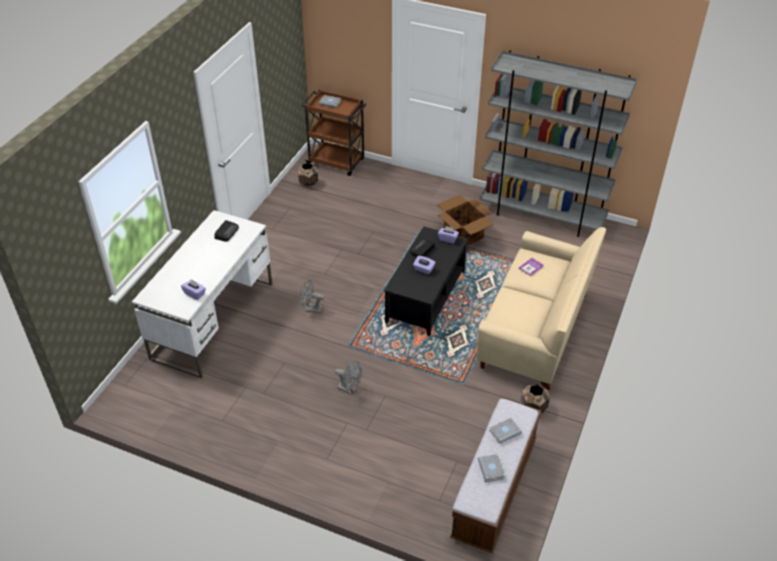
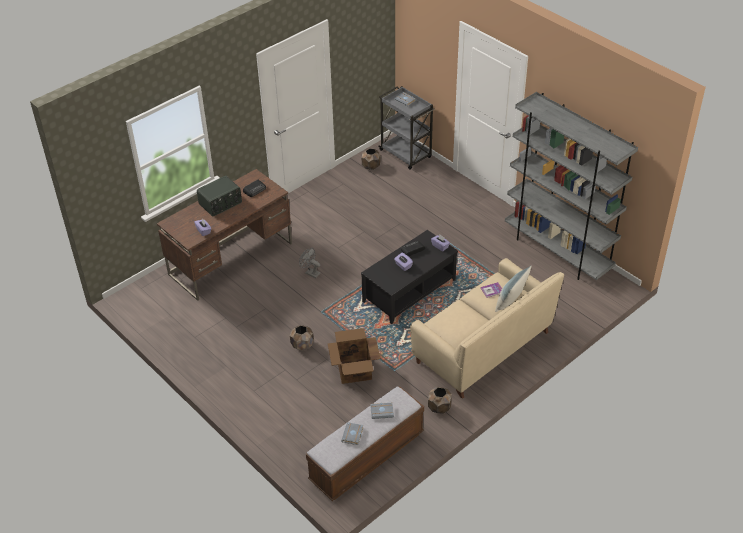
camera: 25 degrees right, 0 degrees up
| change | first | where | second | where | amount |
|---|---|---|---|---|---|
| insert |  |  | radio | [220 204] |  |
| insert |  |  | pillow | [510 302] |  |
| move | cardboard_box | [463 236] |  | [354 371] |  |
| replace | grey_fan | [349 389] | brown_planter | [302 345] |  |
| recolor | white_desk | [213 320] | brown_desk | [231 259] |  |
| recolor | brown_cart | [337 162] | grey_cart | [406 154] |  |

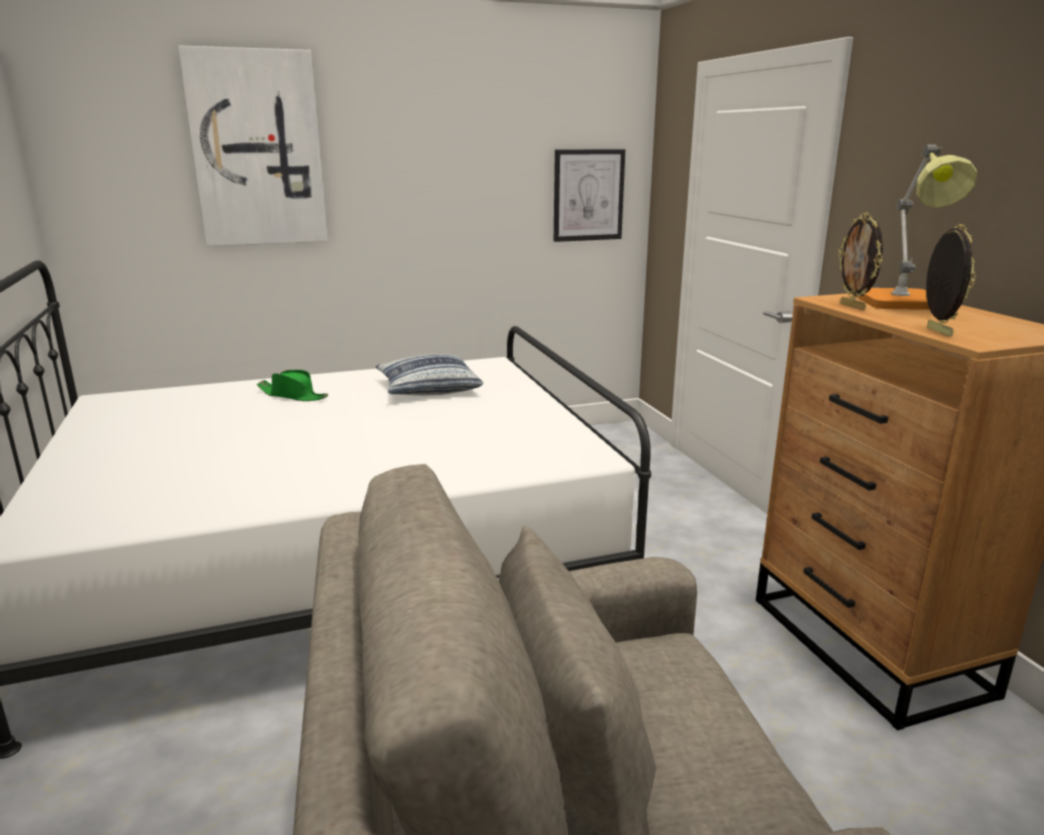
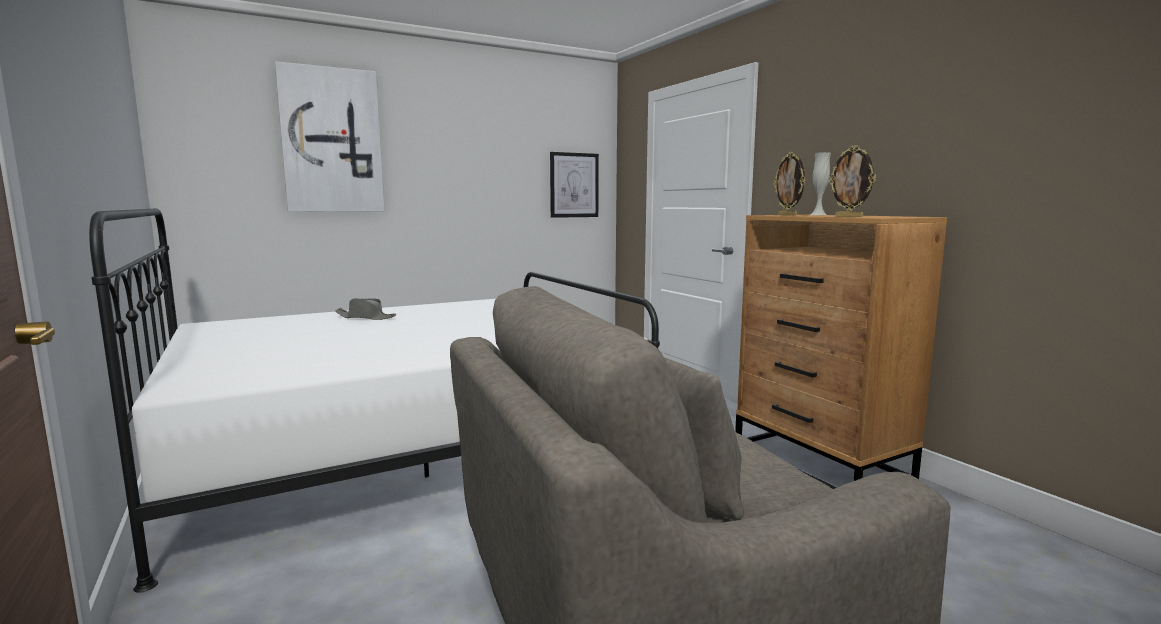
camera: 10 degrees left, 10 degrees down
| change | first | where | second | where | amount |
|---|---|---|---|---|---|
| delete | pillow | [428 388] |  |  |  |
| replace | table_lamp | [904 304] | white_vase | [818 215] |  |
| recolor | green_hat | [293 395] | grey_hat | [366 317] |  |
| rotate | picture_frame | [937 332] |  | [849 216] | 150 degrees clockwise |

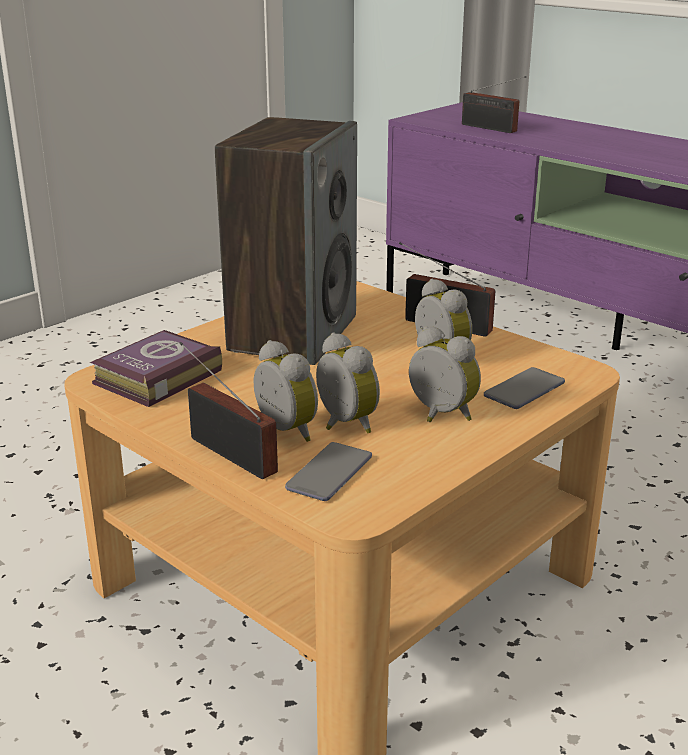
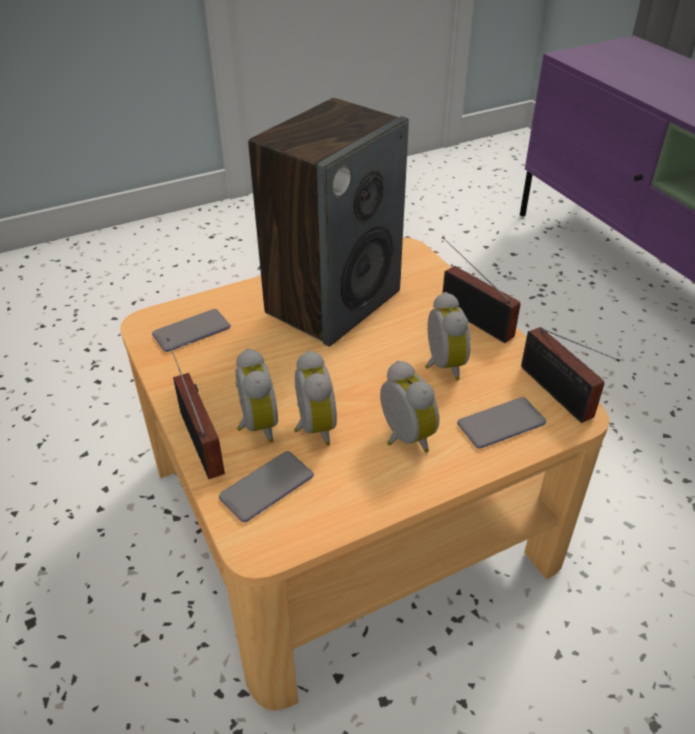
camera: 20 degrees right, 15 degrees up
| change | first | where | second | where | amount |
|---|---|---|---|---|---|
| move | radio | [491 128] |  | [558 395] |  |
| replace | book | [154 377] | phone | [191 331] |  |

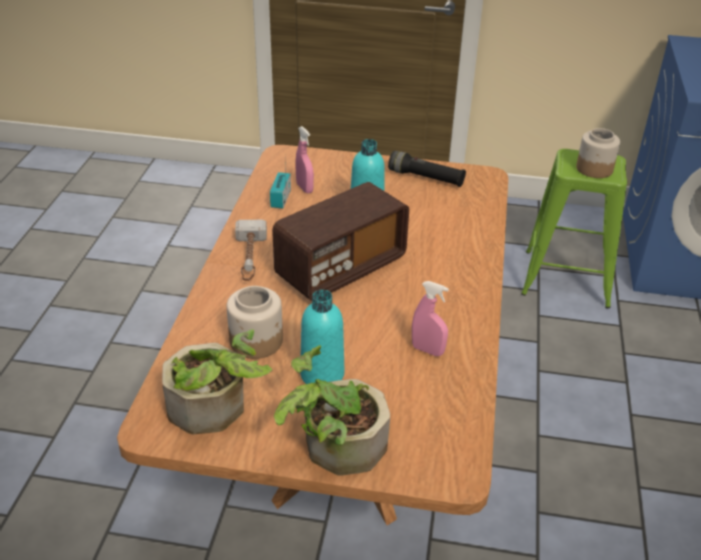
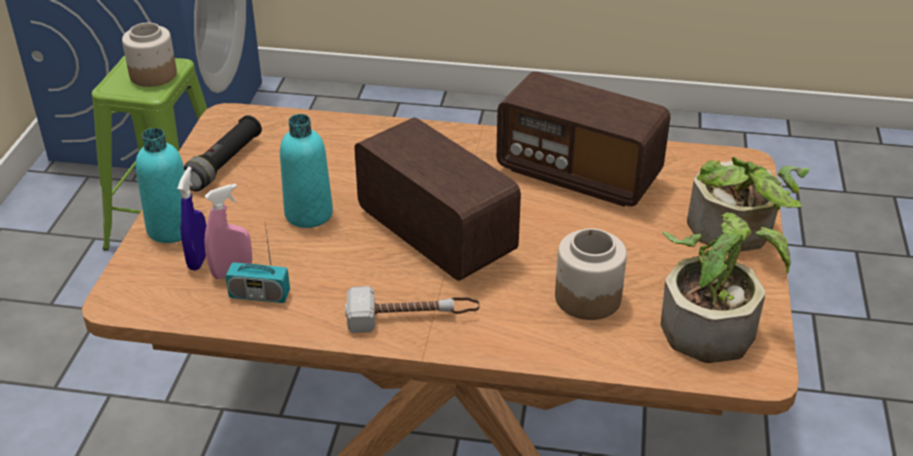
camera: 90 degrees left, 0 degrees up
| change | first | where | second | where | amount |
|---|---|---|---|---|---|
| insert |  |  | blue_spray_bottle | [199 259] |  |
| move | turquoise_bottle | [322 374] |  | [171 229] |  |
| replace | pink_spray_bottle | [427 350] | radio | [578 173] |  |

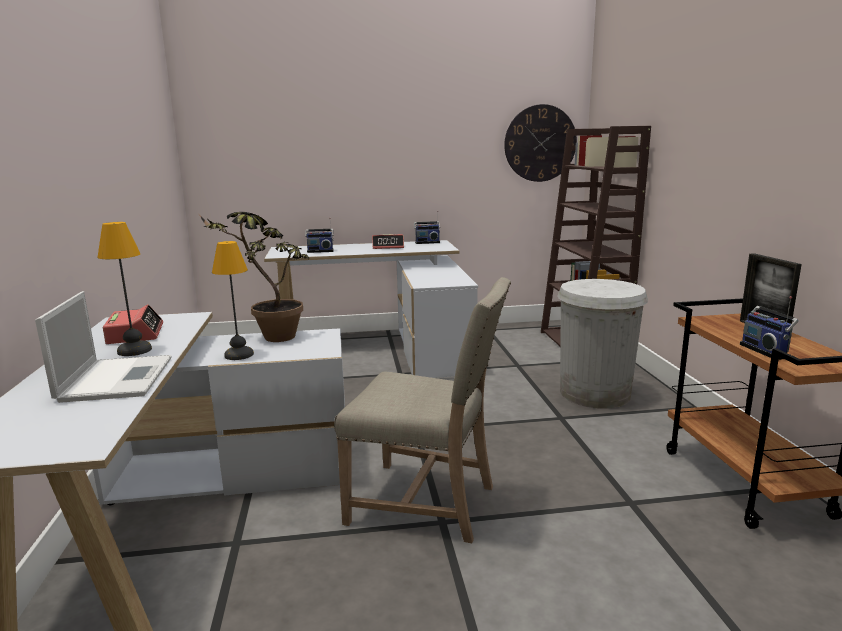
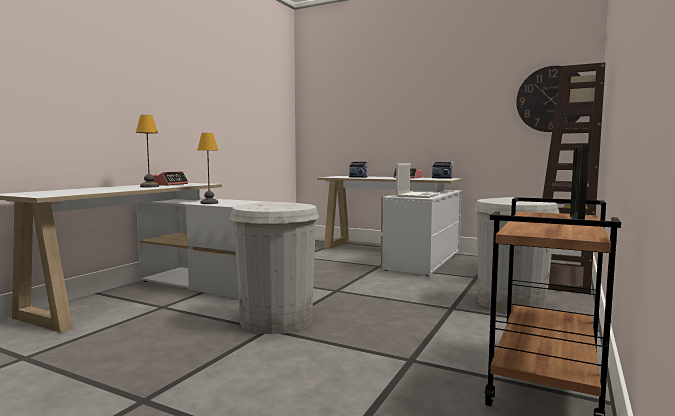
camera: 35 degrees right, 10 degrees down
| change | first | where | second | where | amount |
|---|---|---|---|---|---|
| delete | potted_plant | [268 337] |  |  |  |
| delete | radio | [765 351] |  |  |  |
| move | laptop | [117 378] |  | [417 195] |  |
| replace | beige_chair | [427 503] | white_trash_can | [276 320] |  |

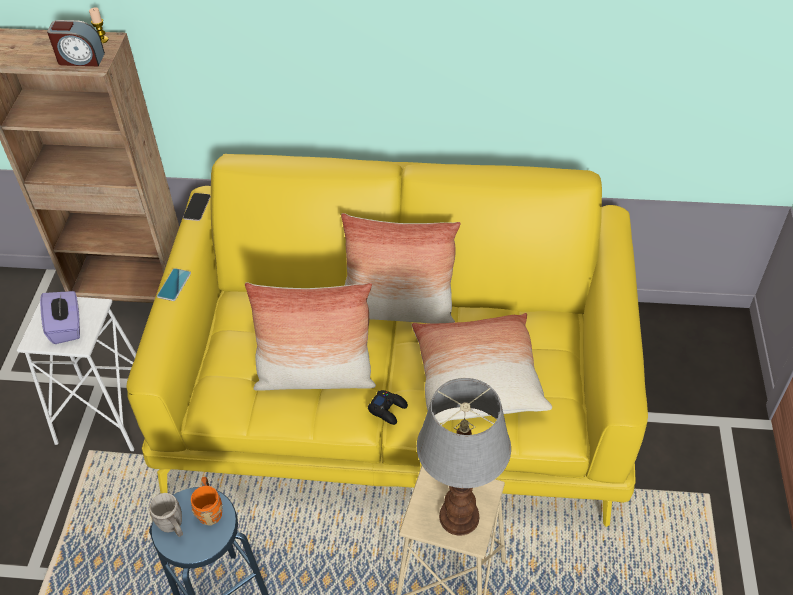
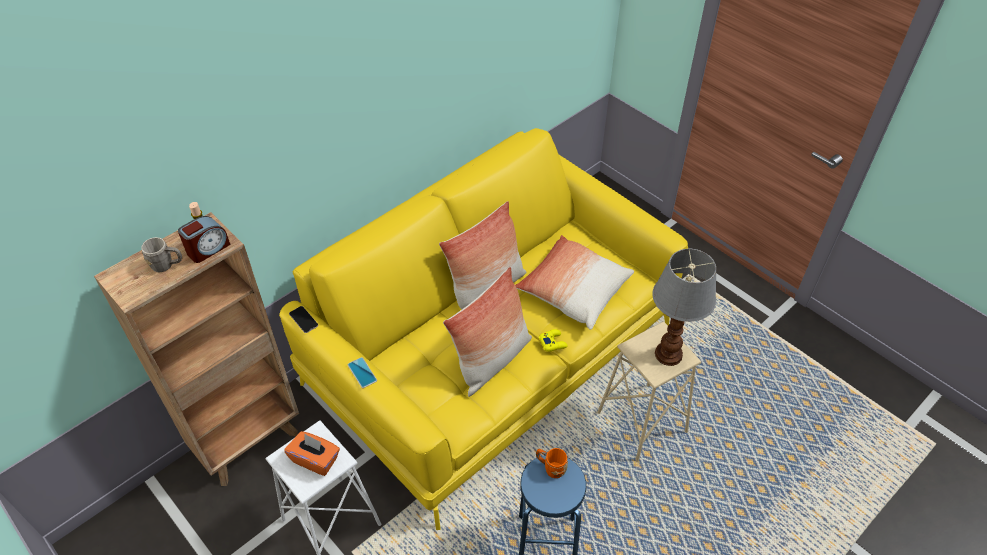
camera: 50 degrees left, 0 degrees up
| change | first | where | second | where | amount |
|---|---|---|---|---|---|
| move | grey_mug | [173 526] |  | [167 265] |  |
| recolor | purple_tissue_box | [66 326] | orange_tissue_box | [315 460] |  |
| recolor | black_game_controller | [388 409] | yellow_game_controller | [553 342] |  |

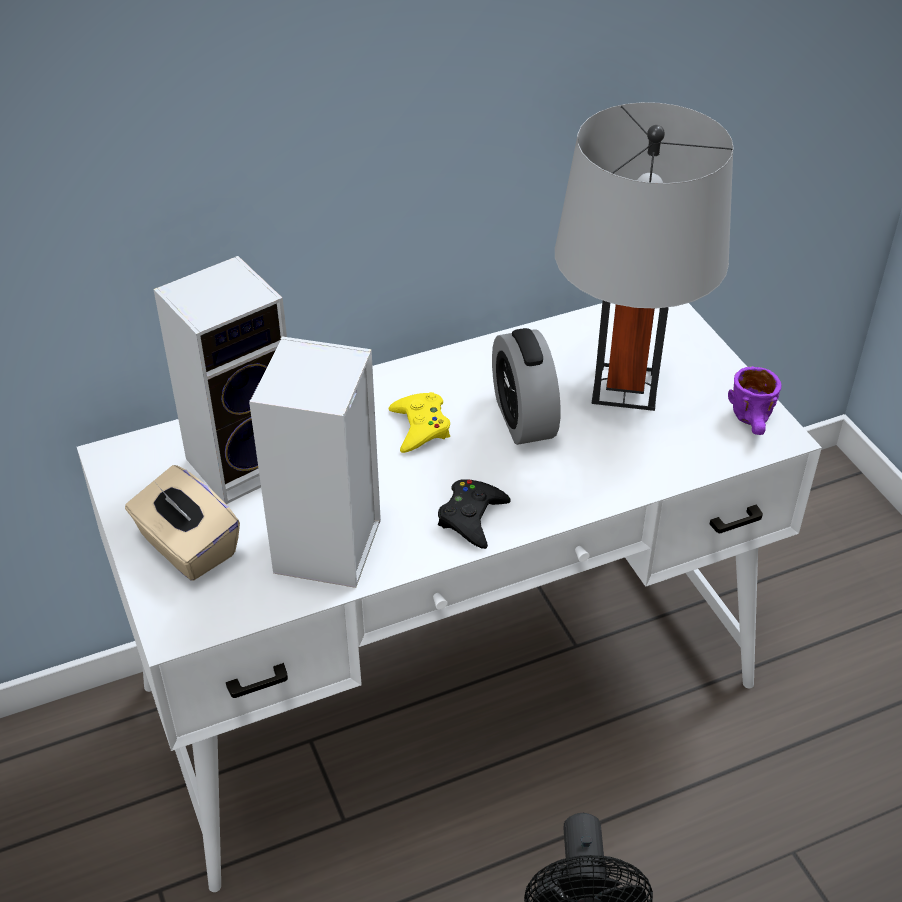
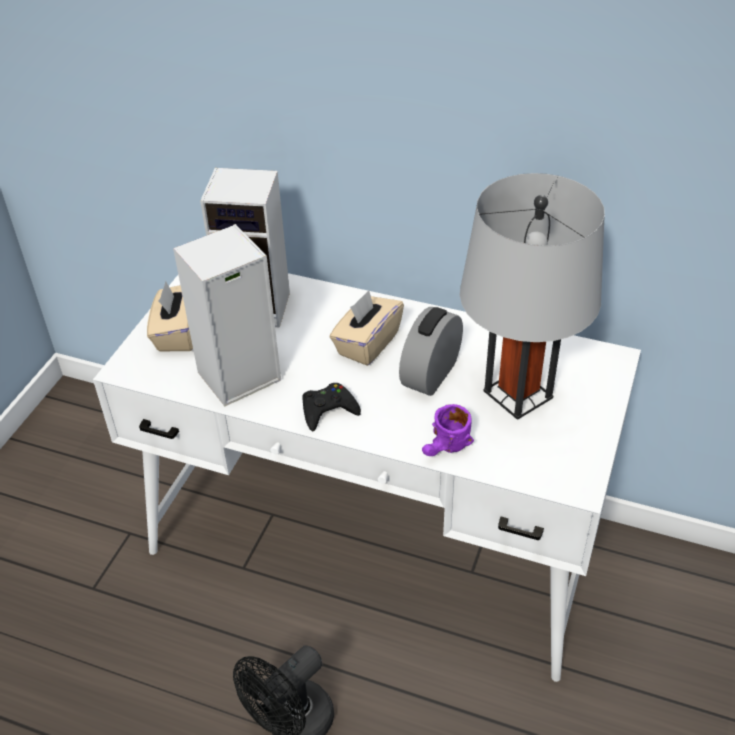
camera: 45 degrees right, 0 degrees up
| change | first | where | second | where | amount |
|---|---|---|---|---|---|
| move | purple_mug | [754 424] |  | [446 450] |  |
| replace | yellow_game_controller | [420 427] | beige_tissue_box | [367 344] |  |

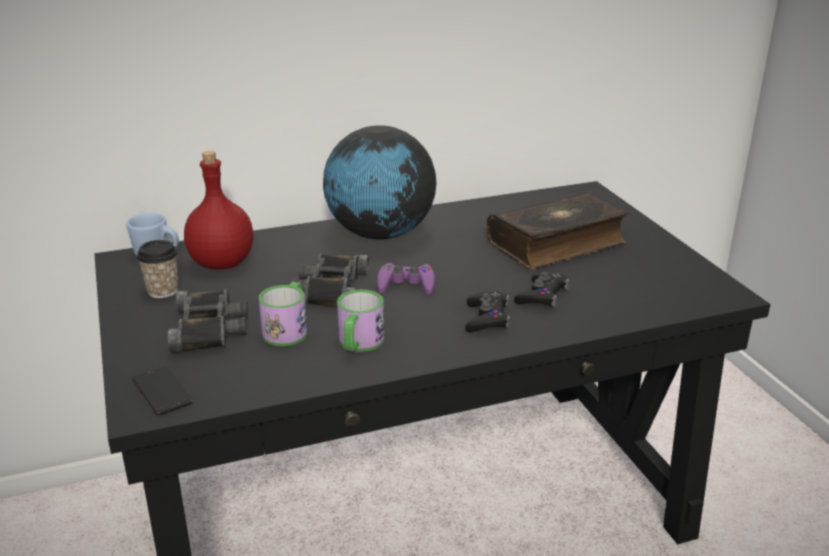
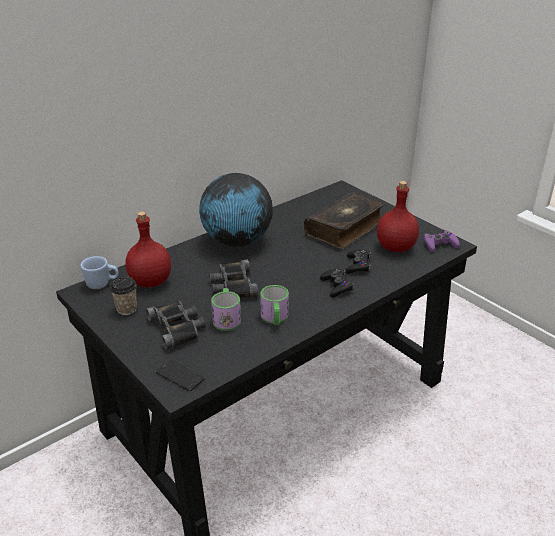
camera: 20 degrees left, 5 degrees up
| change | first | where | second | where | amount |
|---|---|---|---|---|---|
| insert |  |  | red_bottle | [395 247] |  |
| move | purple_game_controller | [406 285] |  | [440 244] |  |

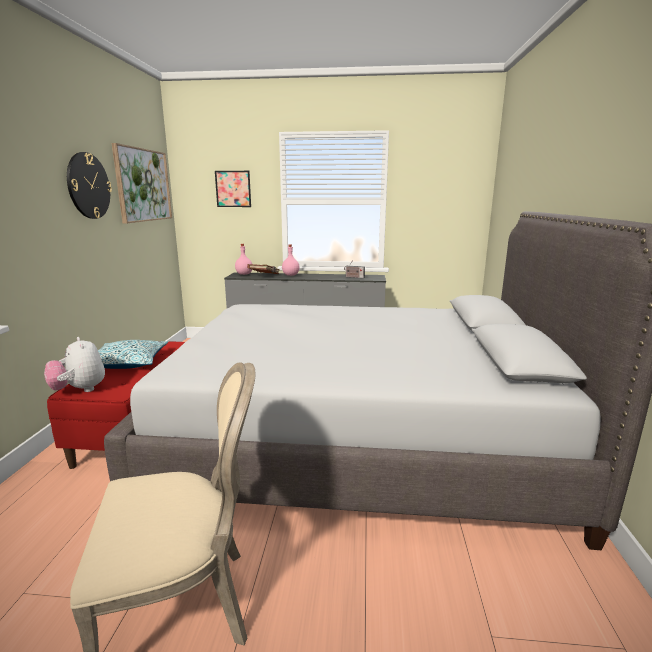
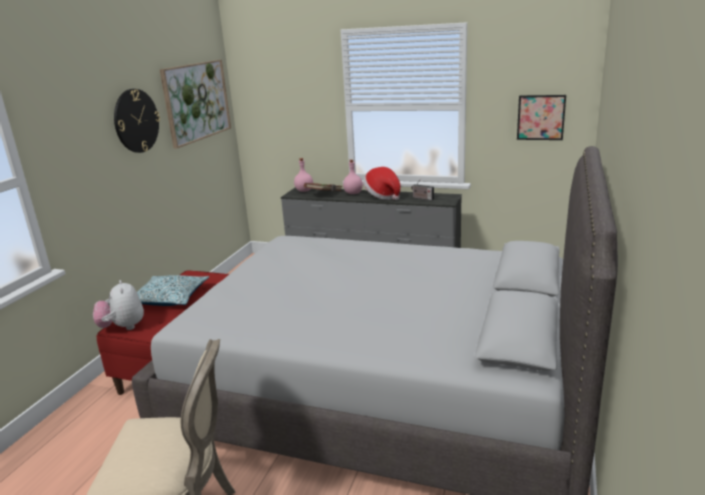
camera: 15 degrees right, 5 degrees up
| change | first | where | second | where | amount |
|---|---|---|---|---|---|
| insert |  |  | hat | [383 196] |  |
| move | picture | [233 189] |  | [540 117] |  |

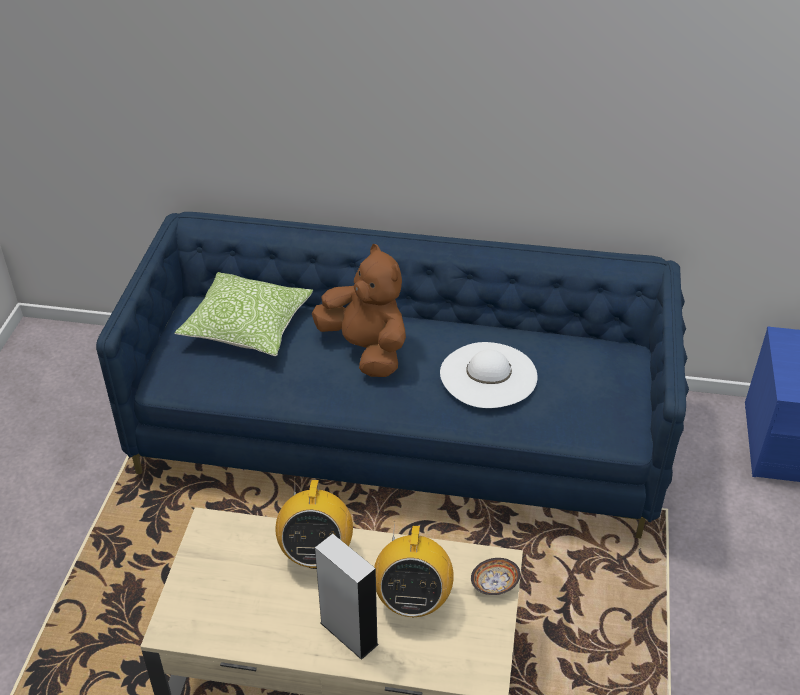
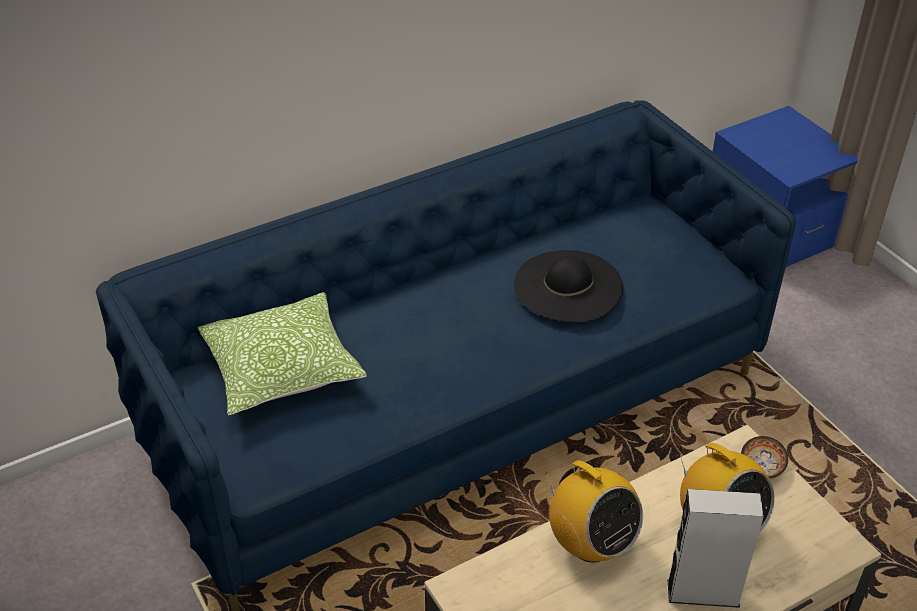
camera: 40 degrees left, 0 degrees up
| change | first | where | second | where | amount |
|---|---|---|---|---|---|
| delete | brown_plush_toy | [366 350] |  |  |  |
| recolor | white_hat | [488 375] | black_hat | [568 286] |  |

